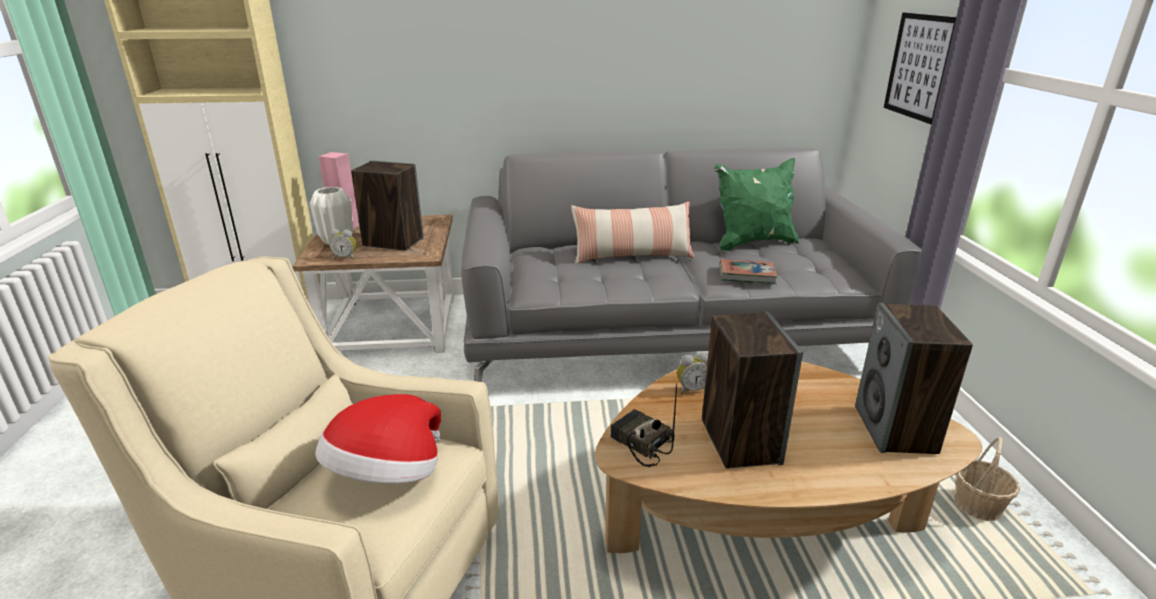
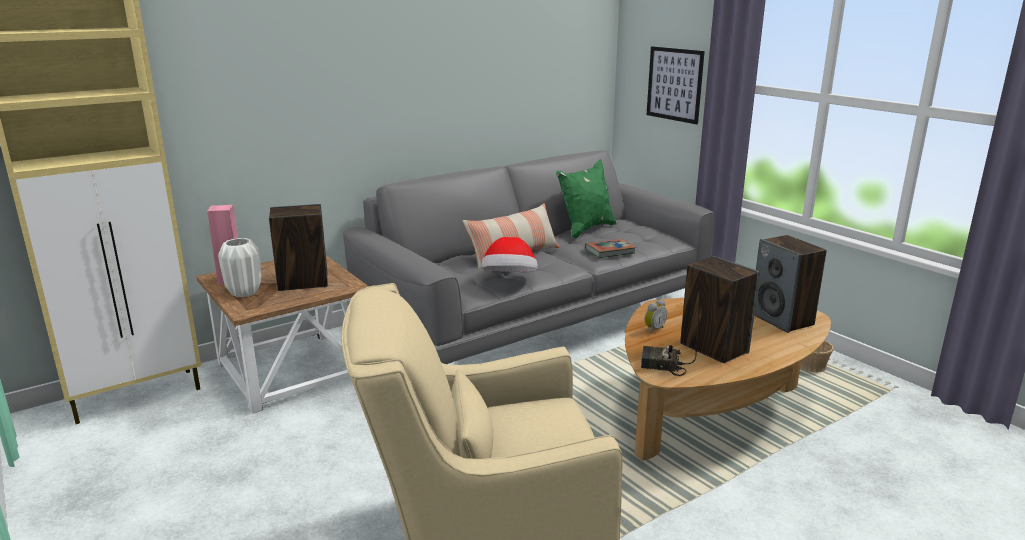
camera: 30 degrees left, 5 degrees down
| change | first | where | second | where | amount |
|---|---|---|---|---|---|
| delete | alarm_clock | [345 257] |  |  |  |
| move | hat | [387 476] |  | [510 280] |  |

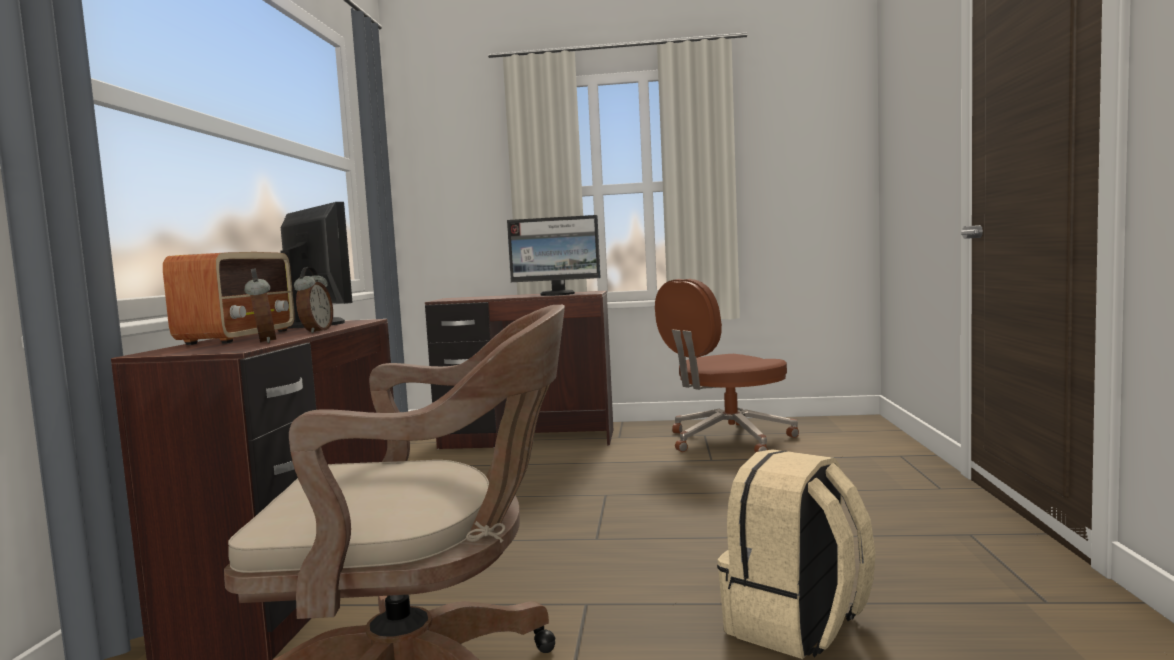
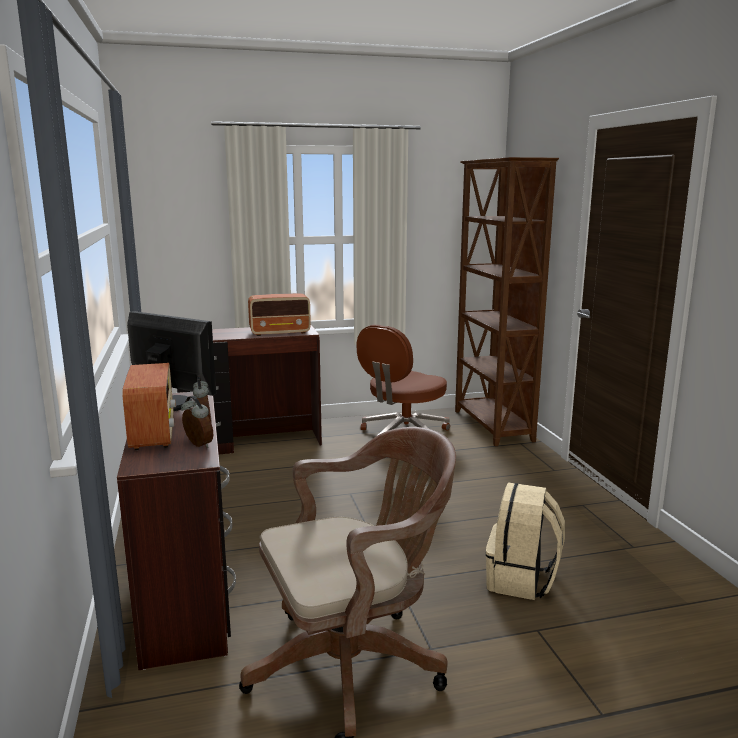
camera: 20 degrees left, 10 degrees up
| change | first | where | second | where | amount |
|---|---|---|---|---|---|
| insert |  |  | brown_bookcase | [492 426] |  |
| replace | monitor | [558 294] | radio | [280 332] |  |

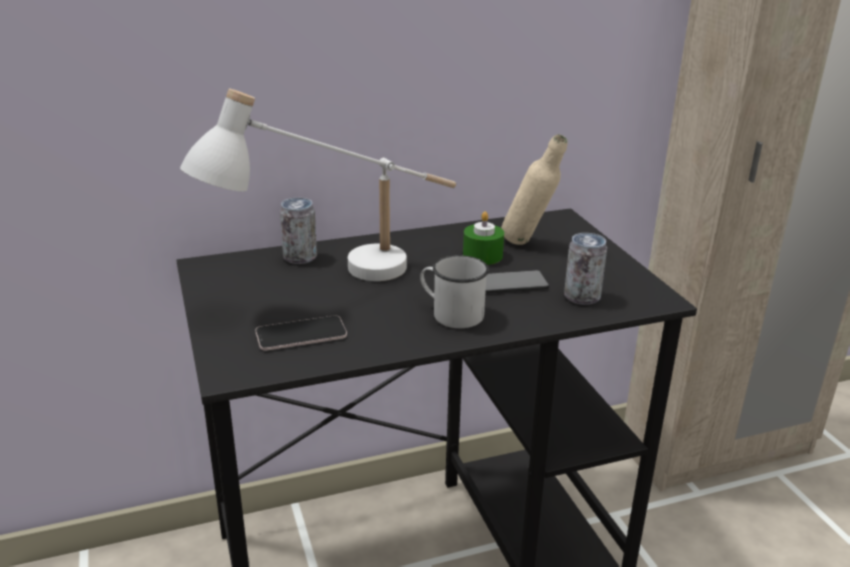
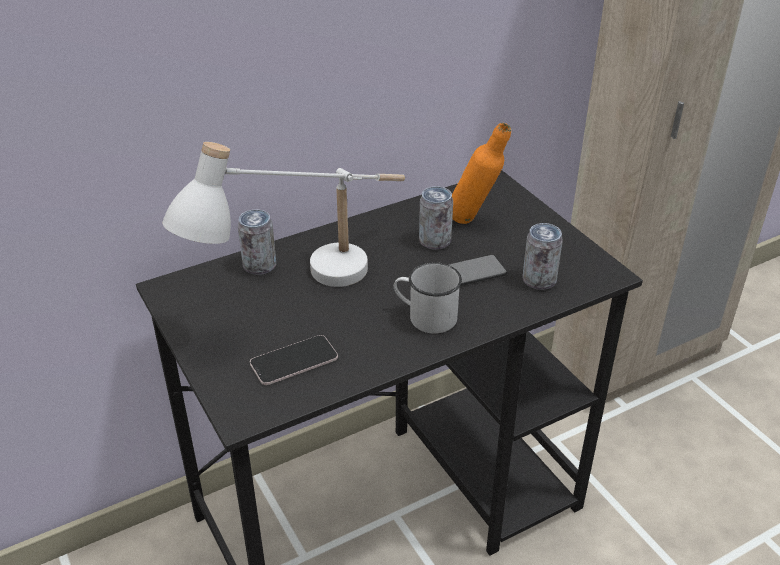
camera: 10 degrees left, 10 degrees up
| change | first | where | second | where | amount |
|---|---|---|---|---|---|
| replace | green_candle | [482 255] | can | [435 241] |  |
| recolor | beige_bottle | [528 244] | orange_bottle | [474 221] |  |

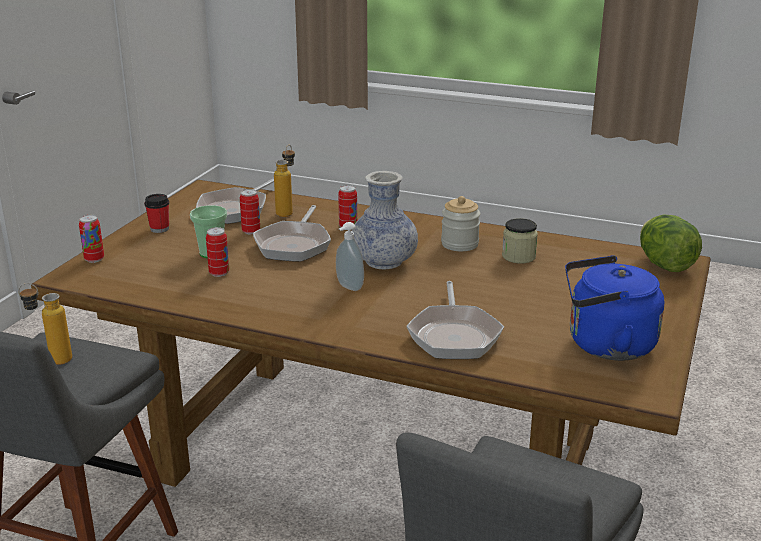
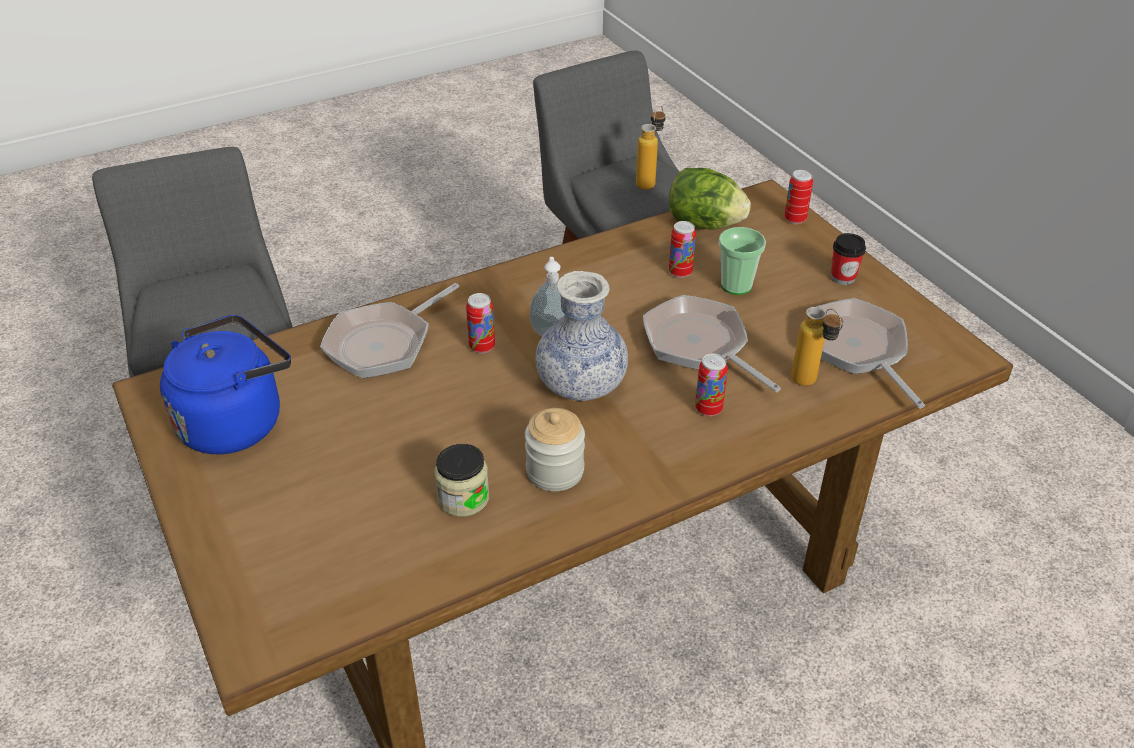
camera: 130 degrees right, 15 degrees up
| change | first | where | second | where | amount |
|---|---|---|---|---|---|
| move | can | [251 231] |  | [482 347] |  |
| move | lettuce | [665 265] |  | [704 224] |  |
| rotate | frying_pan | [454 335] |  | [384 343] | 90 degrees counterclockwise |

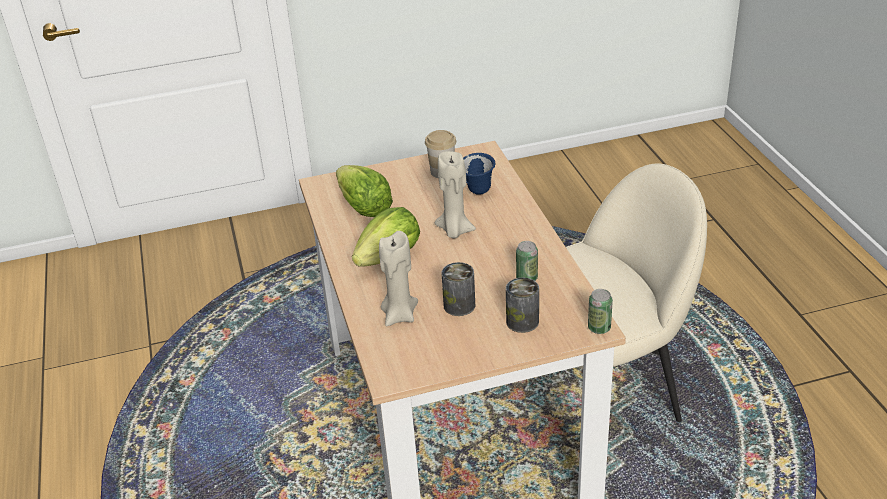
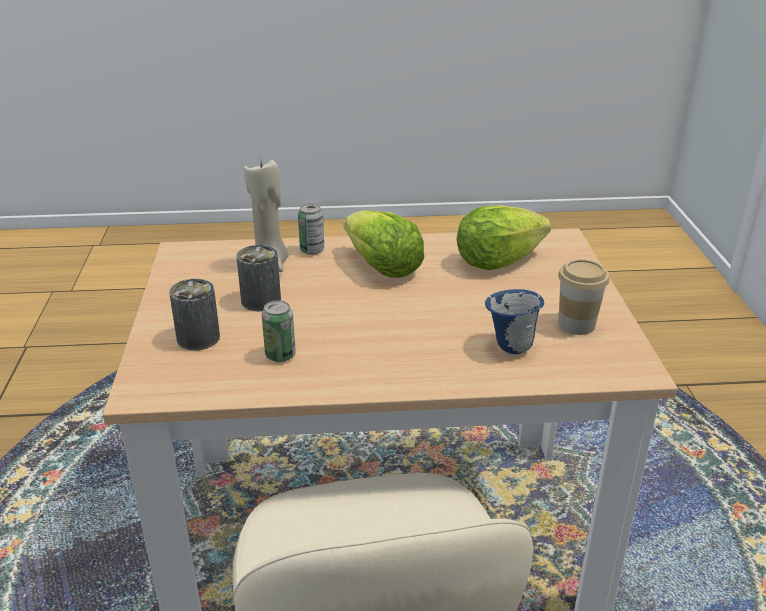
camera: 100 degrees right, 5 degrees down
| change | first | where | second | where | amount |
|---|---|---|---|---|---|
| delete | beige_candle | [454 231] |  |  |  |
| move | can | [599 328] |  | [312 250] |  |

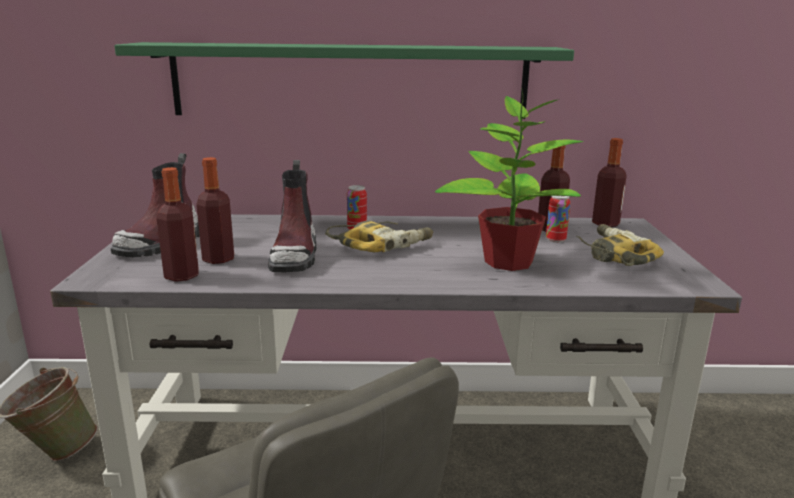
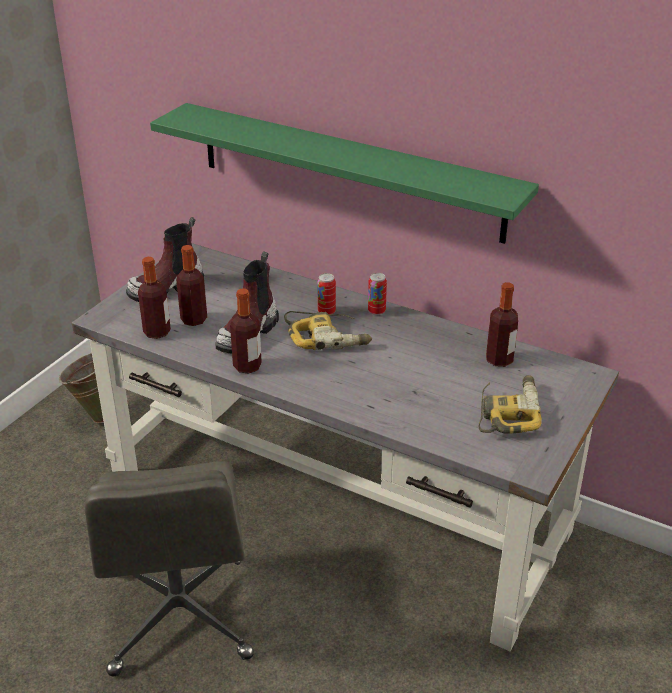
camera: 30 degrees right, 15 degrees up
| change | first | where | second | where | amount |
|---|---|---|---|---|---|
| delete | potted_plant | [507 261] |  |  |  |
| move | can | [555 240] |  | [376 311] |  |
| move | bottle | [605 223] |  | [247 366] |  |

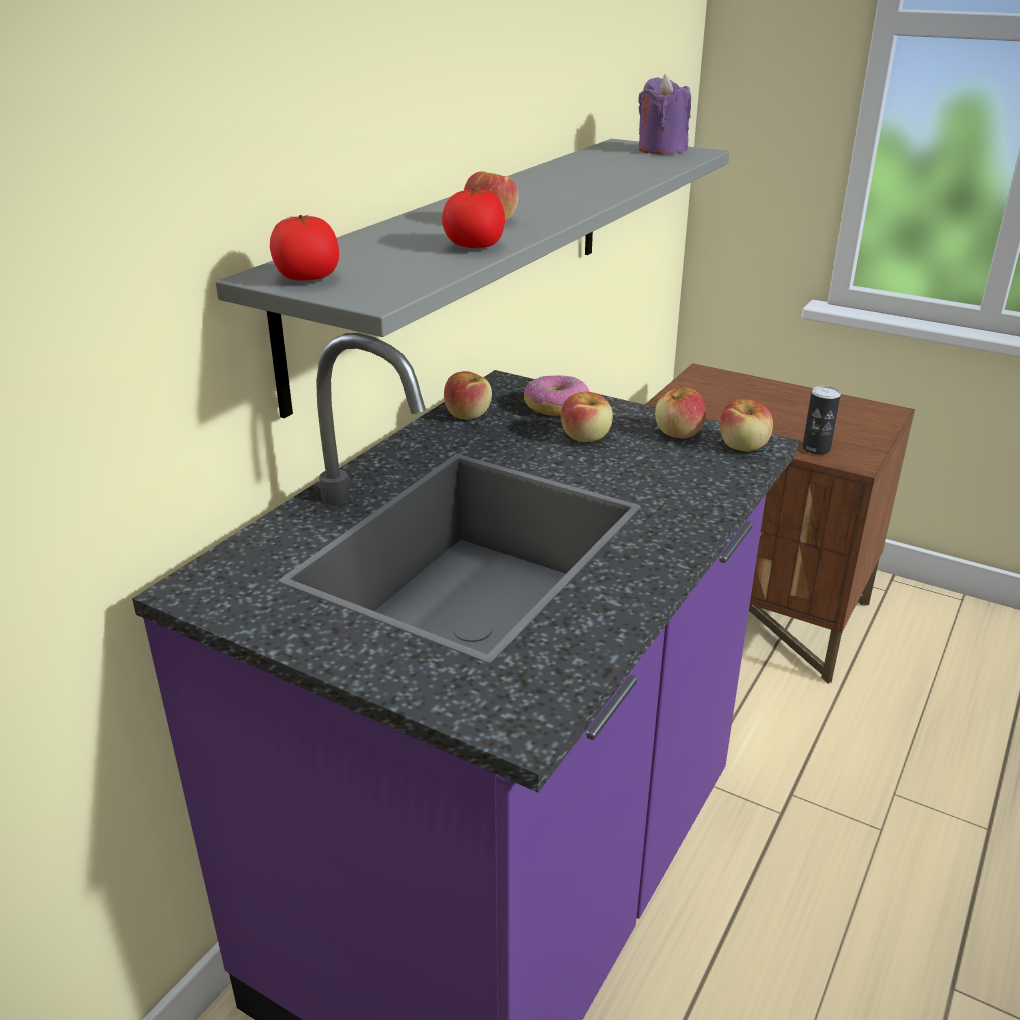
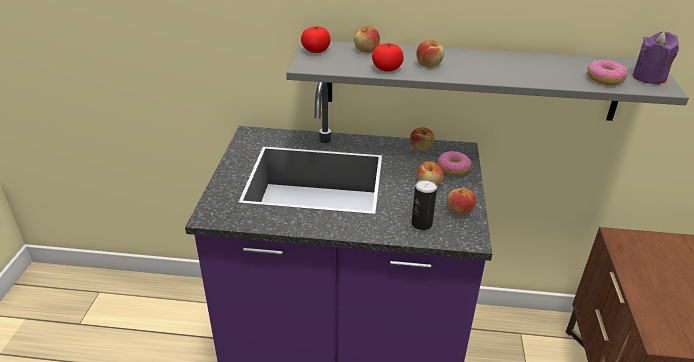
camera: 65 degrees right, 5 degrees up
| change | first | where | second | where | amount |
|---|---|---|---|---|---|
| insert |  |  | donut | [604 79] |  |
| move | apple | [743 446] |  | [366 50] |  |
| move | can | [816 449] |  | [421 224] |  |

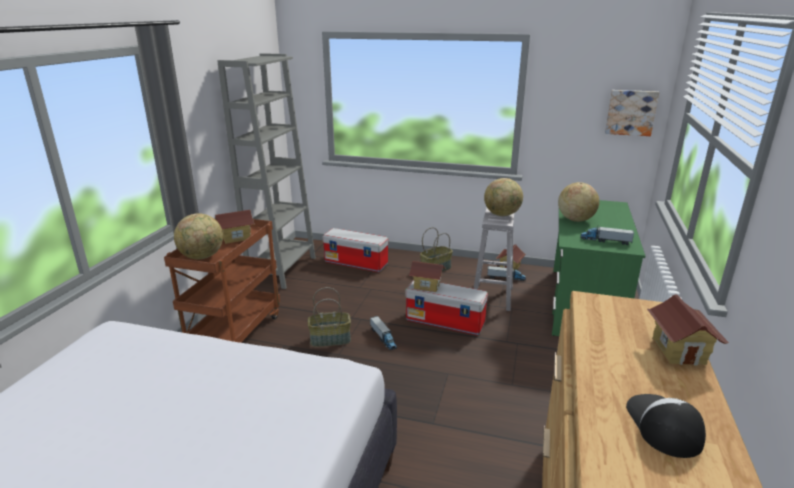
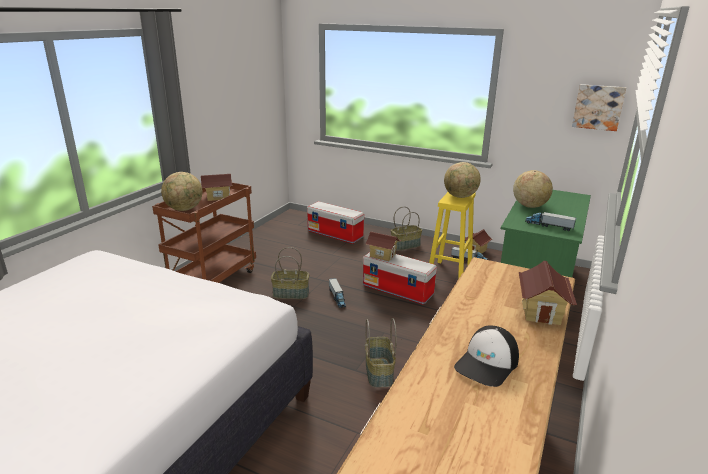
camera: 10 degrees right, 0 degrees up
| change | first | where | second | where | amount |
|---|---|---|---|---|---|
| delete | grey_bookcase | [282 270] |  |  |  |
| insert |  |  | basket | [379 372] |  |
| recolor | white_stool | [492 296] | yellow_stool | [449 273] |  |
| rotate | cap | [663 425] |  | [487 364] | 150 degrees counterclockwise |

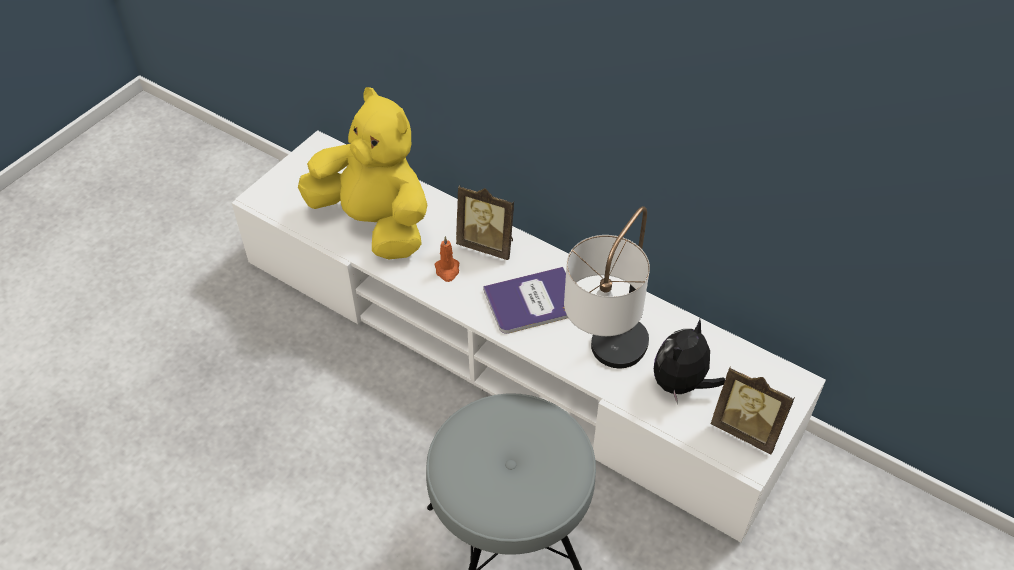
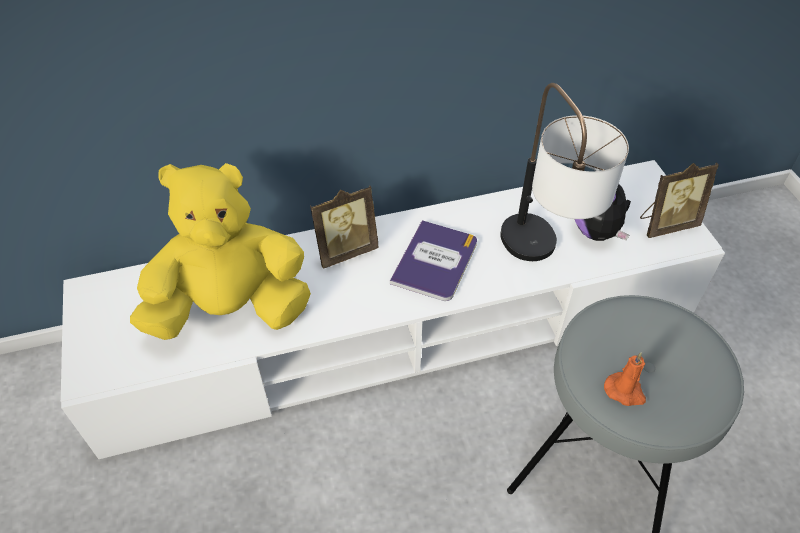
camera: 50 degrees left, 0 degrees up
| change | first | where | second | where | amount |
|---|---|---|---|---|---|
| move | orange_candle | [447 270] |  | [625 391] |  |

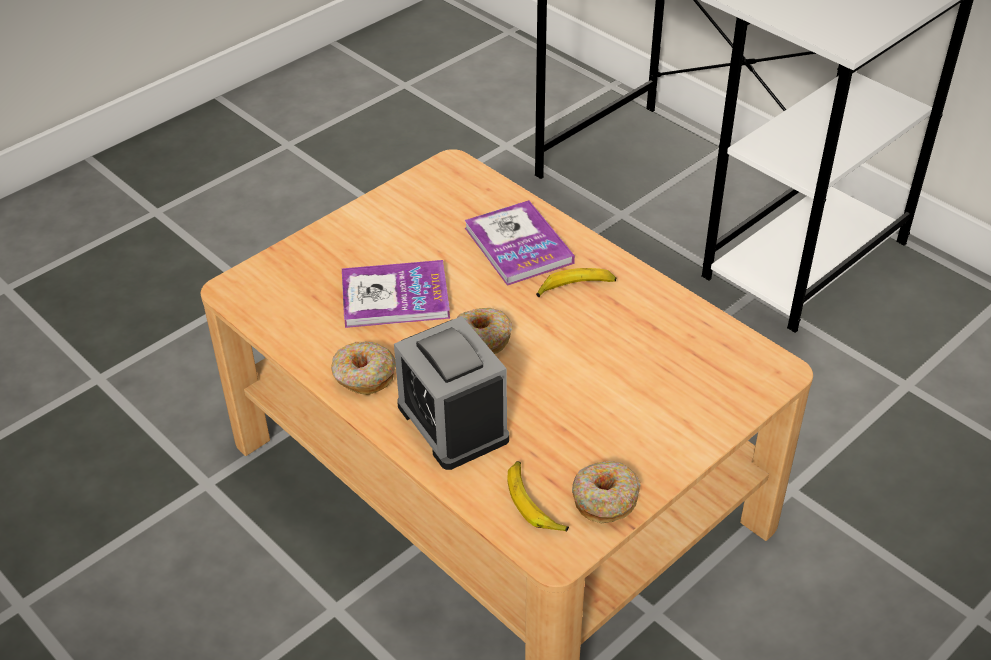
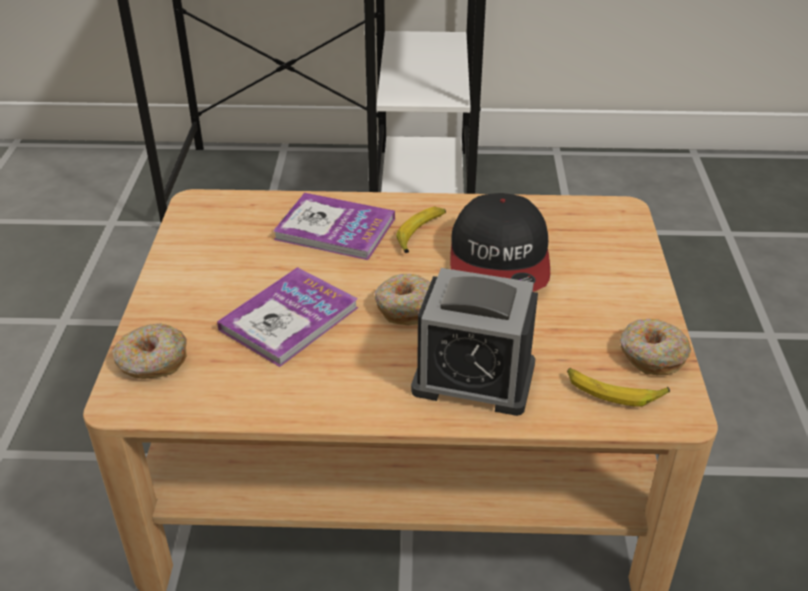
camera: 45 degrees left, 5 degrees down
| change | first | where | second | where | amount |
|---|---|---|---|---|---|
| insert |  |  | cap | [499 260] |  |
| move | donut | [363 375] |  | [152 361] |  |

